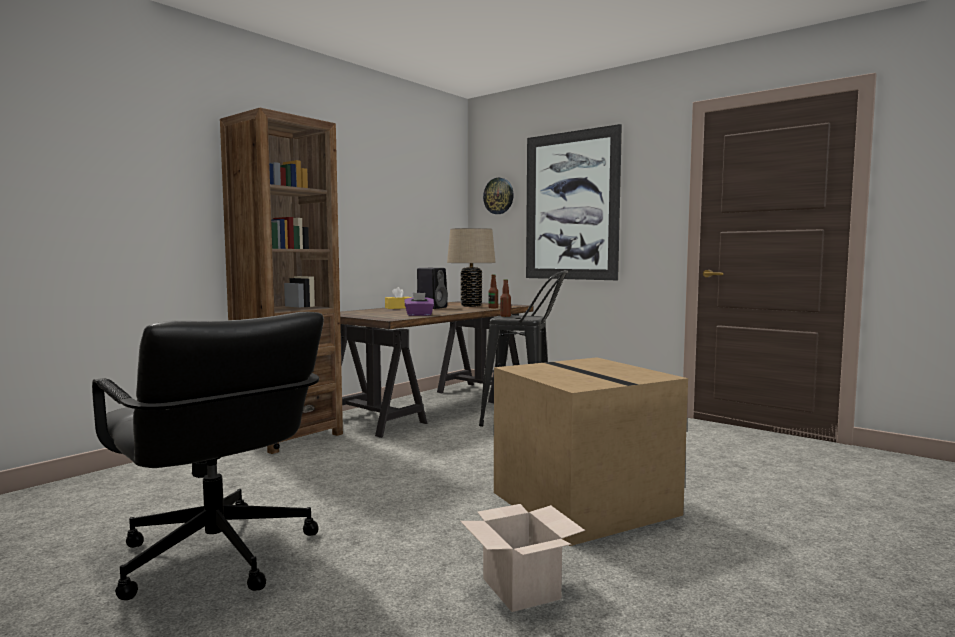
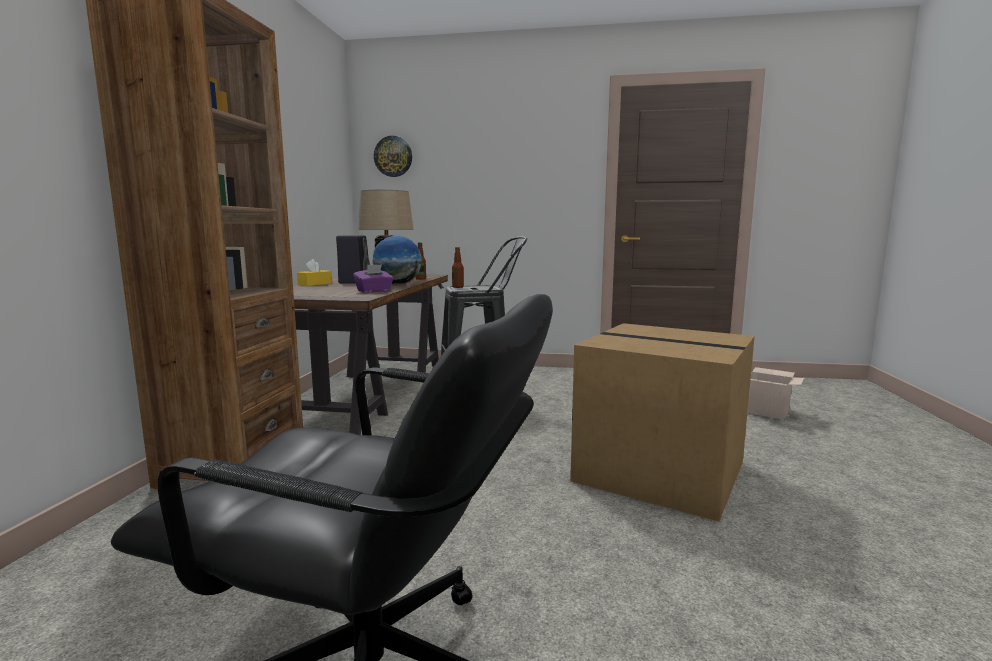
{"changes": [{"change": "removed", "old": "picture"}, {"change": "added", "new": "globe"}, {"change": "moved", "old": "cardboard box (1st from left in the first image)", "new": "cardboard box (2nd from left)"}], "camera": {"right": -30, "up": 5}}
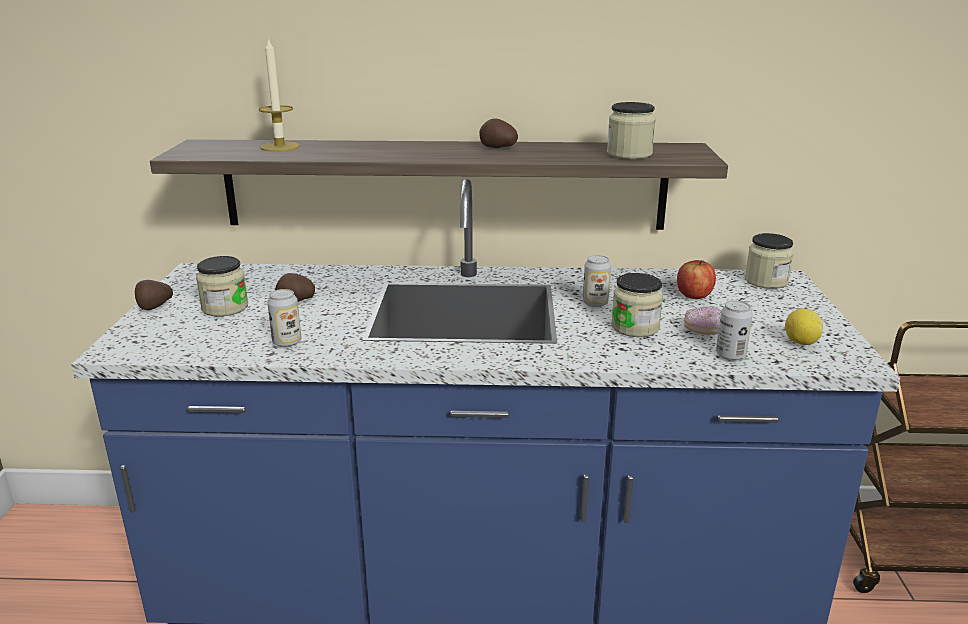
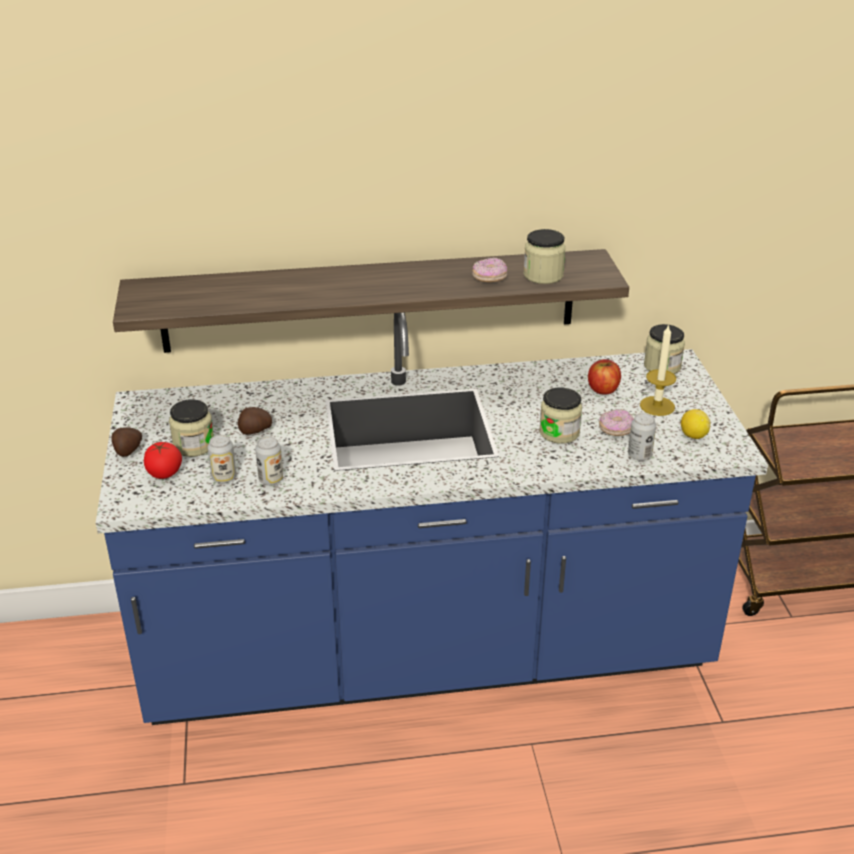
{"changes": [{"change": "removed", "old": "potato (3rd from left)"}, {"change": "added", "new": "tomato"}, {"change": "added", "new": "donut (1st from left)"}, {"change": "moved", "old": "candle"}, {"change": "moved", "old": "can (2nd from left in the first image)", "new": "can (1st from left)"}], "camera": {"right": -10, "up": 10}}
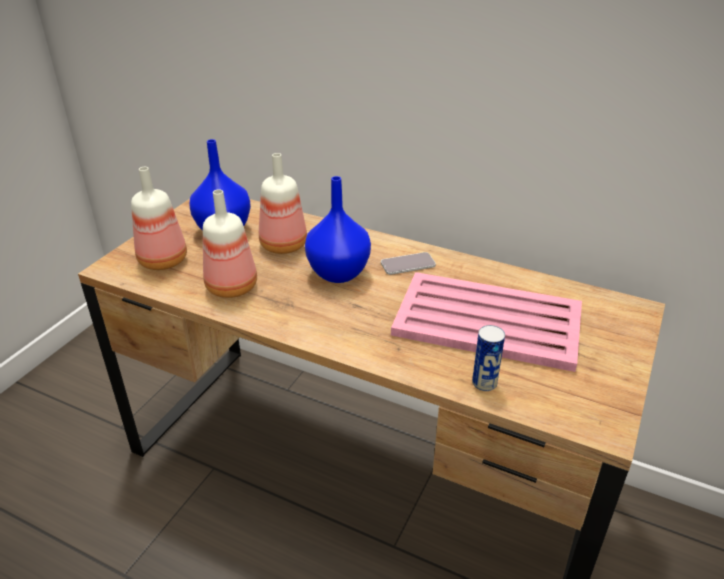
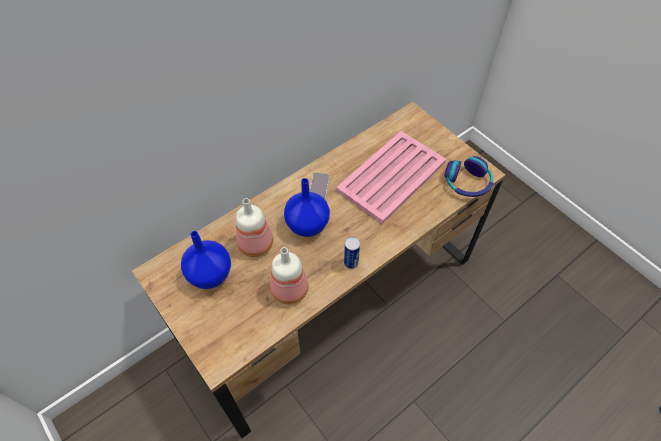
{"changes": [{"change": "removed", "old": "bottle (1st from left)"}, {"change": "added", "new": "headphones"}, {"change": "moved", "old": "can"}], "camera": {"right": -65, "up": 20}}
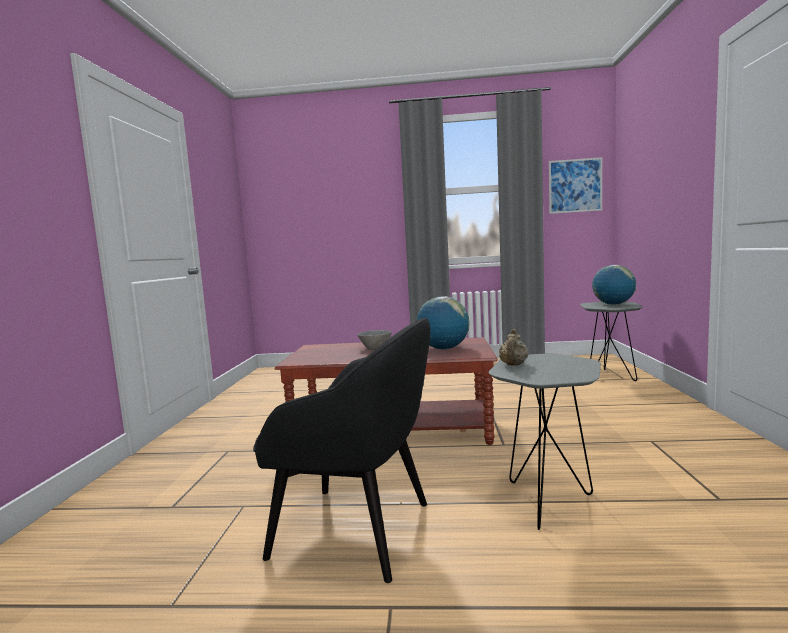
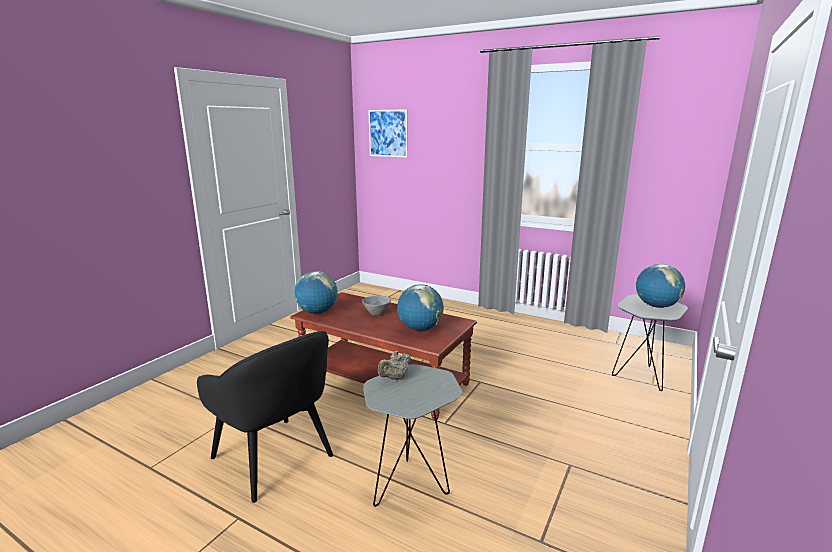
{"changes": [{"change": "added", "new": "globe (1st from left)"}, {"change": "moved", "old": "picture"}], "camera": {"right": 25, "up": 10}}
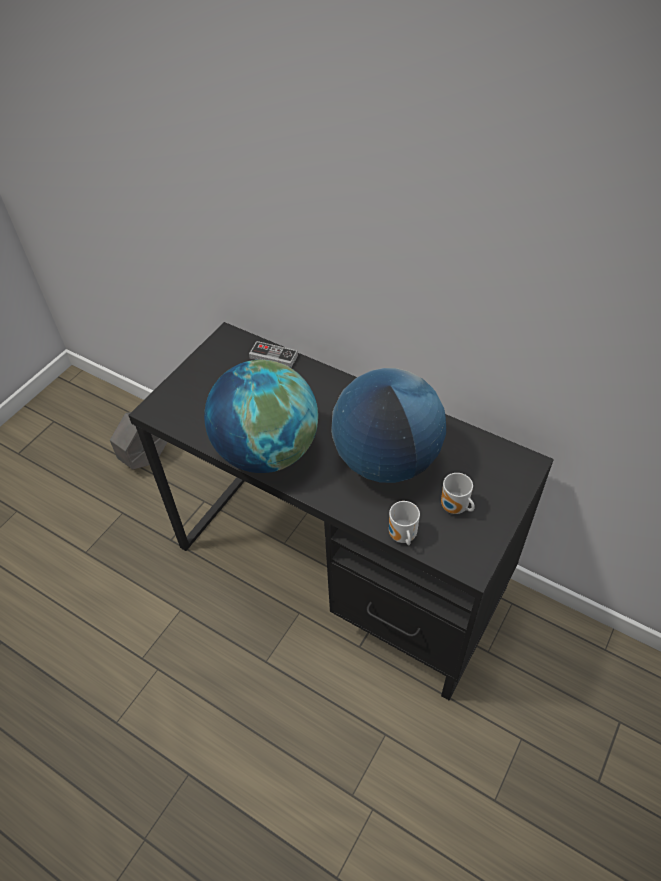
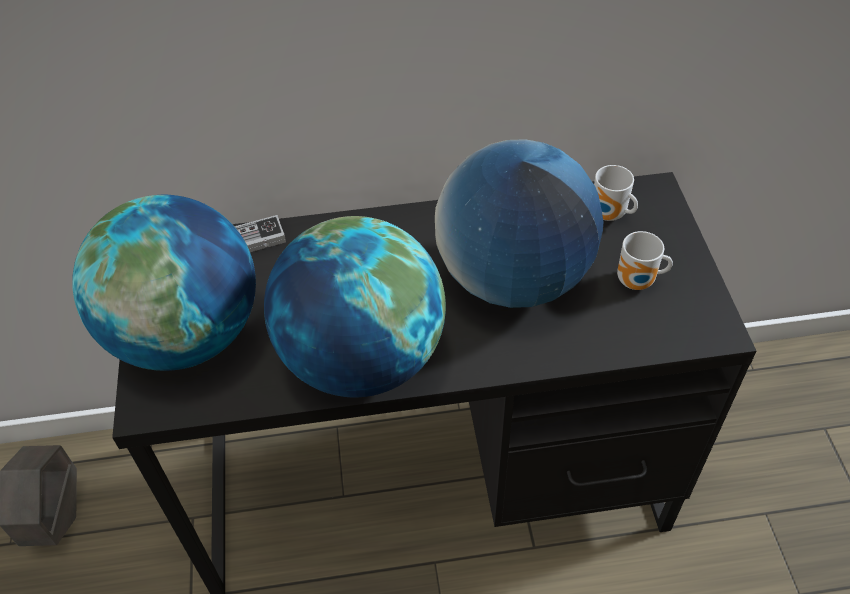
{"changes": [{"change": "added", "new": "globe (1st from left)"}, {"change": "moved", "old": "mug (1st from left)"}], "camera": {"right": -40, "up": 0}}
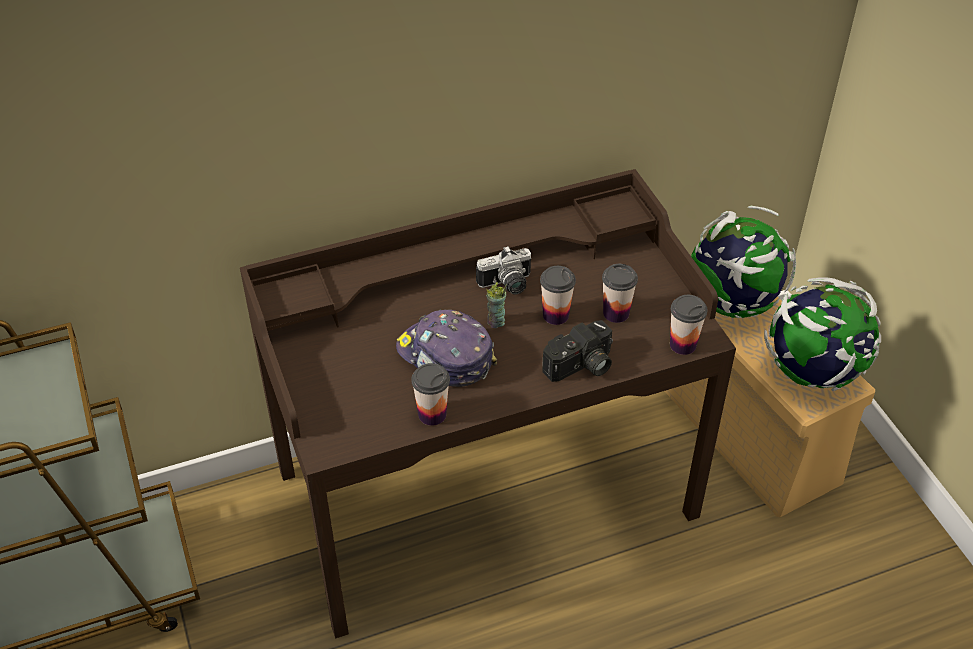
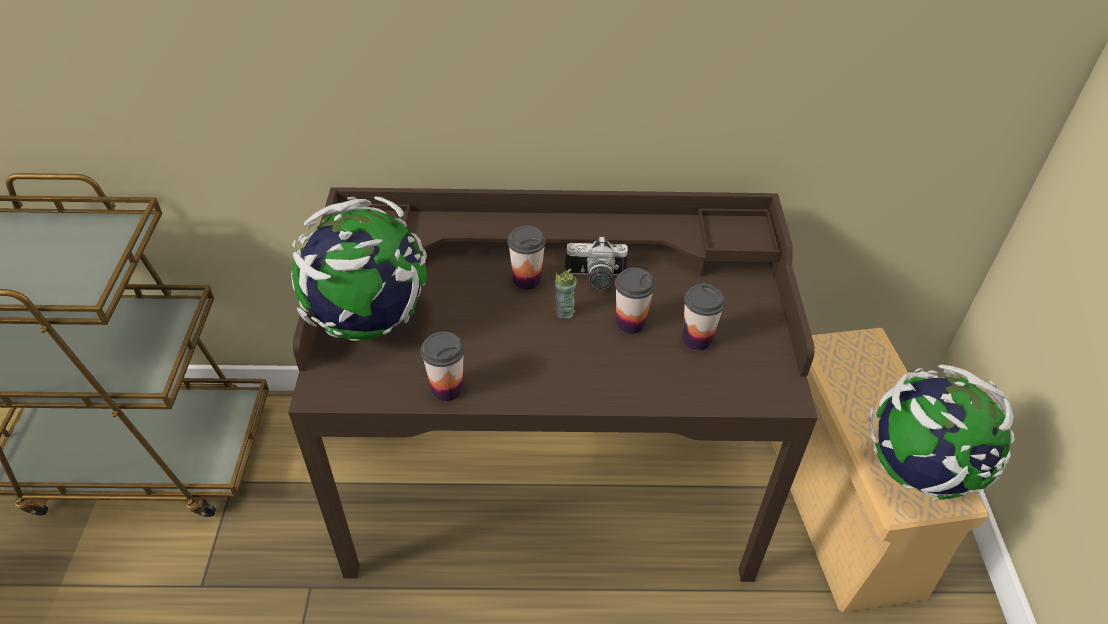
{"changes": [{"change": "removed", "old": "cap"}, {"change": "removed", "old": "photo camera (2nd from left)"}, {"change": "moved", "old": "cup (5th from left in the first image)", "new": "cup (2nd from left)"}, {"change": "moved", "old": "globe (1st from left)"}], "camera": {"right": 20, "up": 0}}
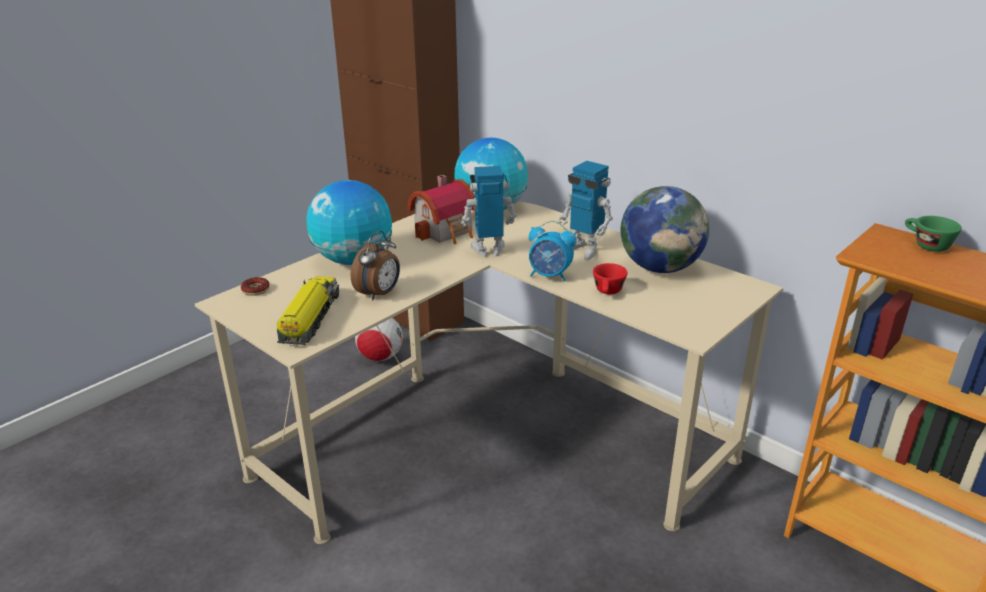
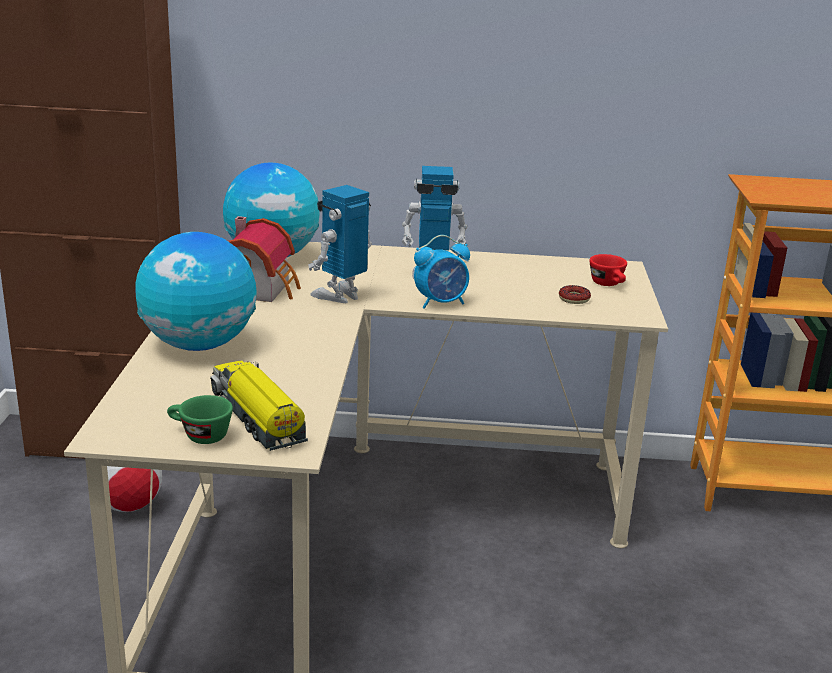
{"changes": [{"change": "removed", "old": "alarm clock (1st from left)"}, {"change": "removed", "old": "globe (3rd from left)"}, {"change": "moved", "old": "donut"}, {"change": "moved", "old": "cup/red"}, {"change": "moved", "old": "cup/green"}], "camera": {"right": -40, "up": -5}}
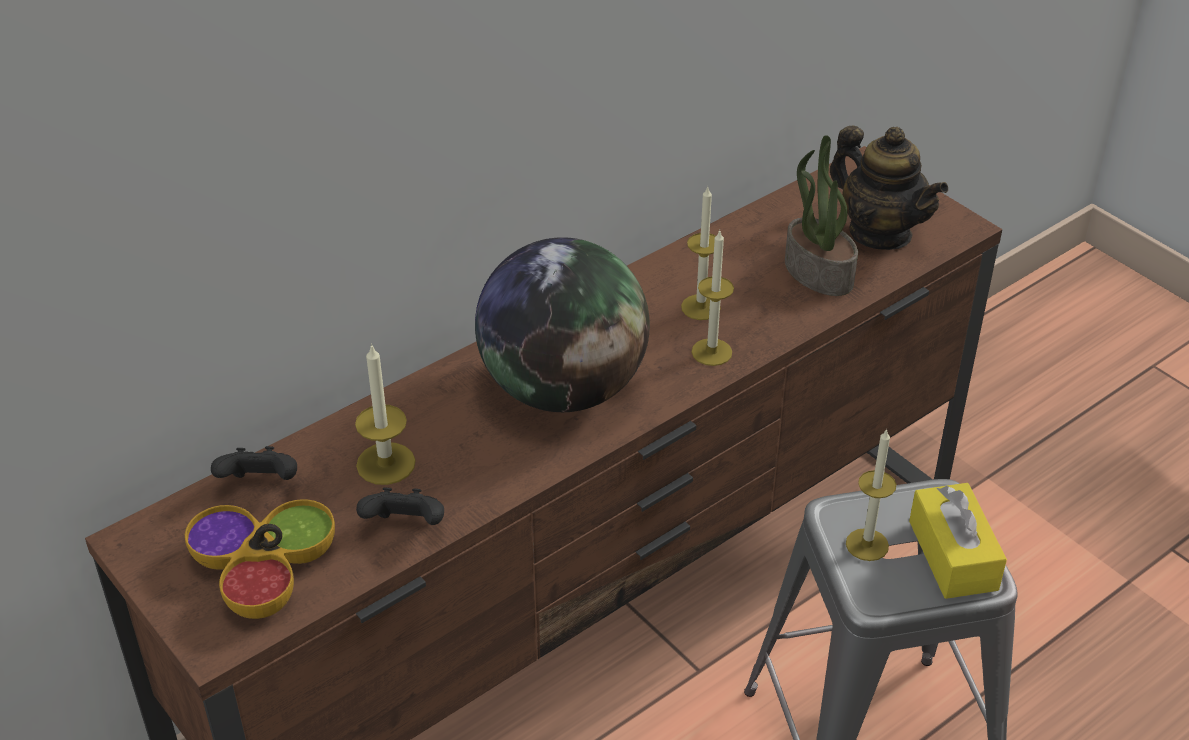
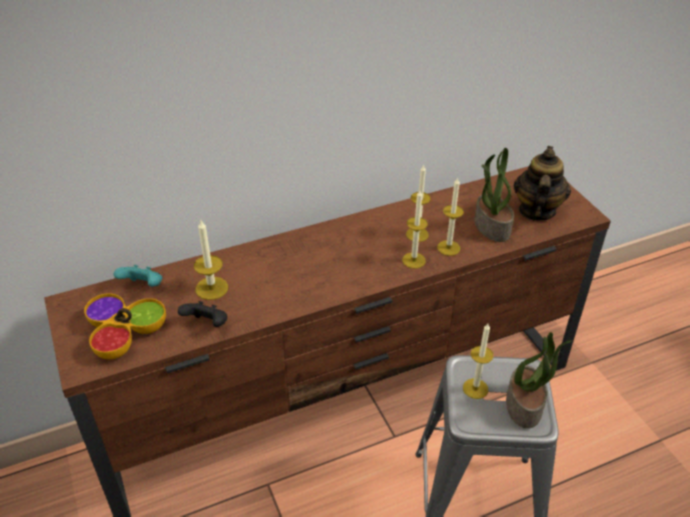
{"changes": [{"change": "removed", "old": "globe"}, {"change": "added", "new": "candle (4th from left)"}, {"change": "replaced", "old": "tissue box/yellow", "new": "potted plant (2nd from left)"}, {"change": "recoloured", "old": "game controller/black (1st from left)", "new": "game controller/turquoise"}, {"change": "turned", "old": "teapot", "degrees": -135}], "camera": {"right": 15, "up": 0}}
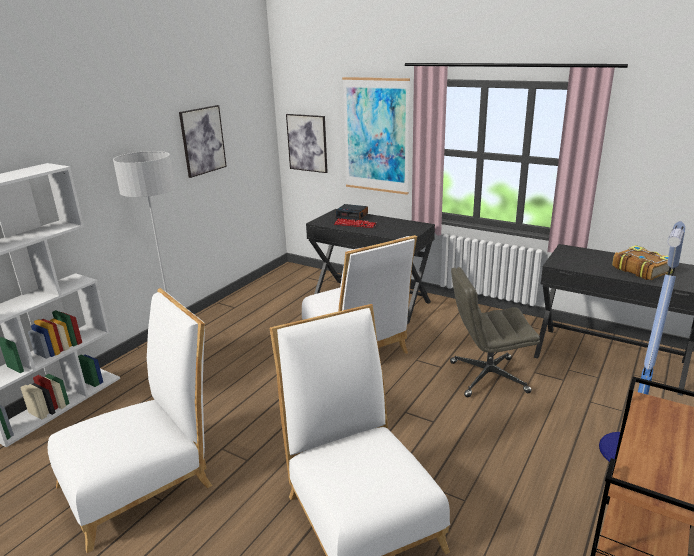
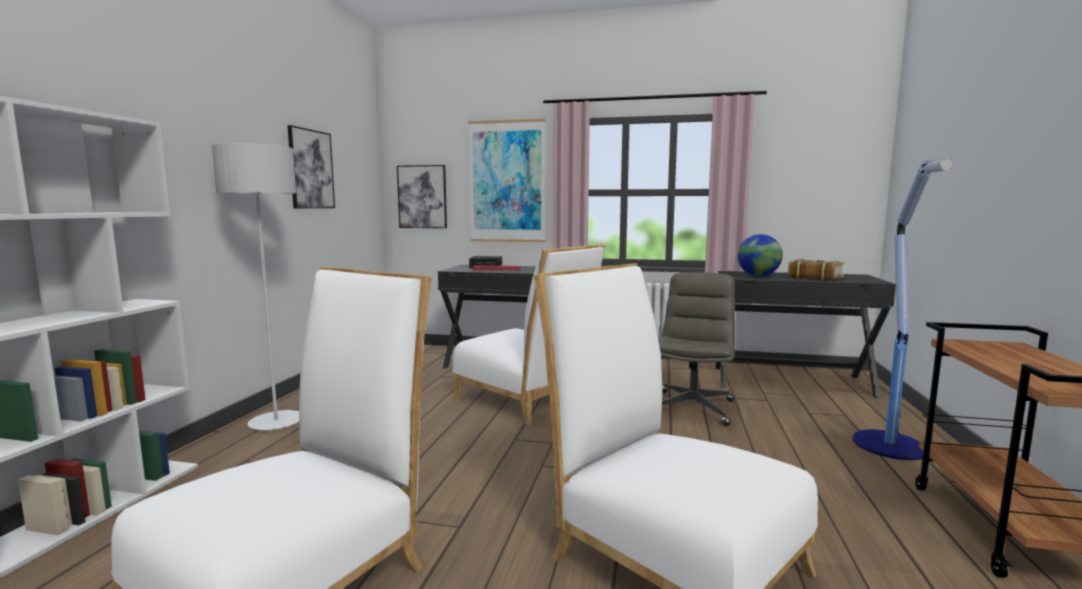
{"changes": [{"change": "added", "new": "globe"}, {"change": "turned", "old": "office chair/grey", "degrees": 135}], "camera": {"right": -20, "up": -15}}
